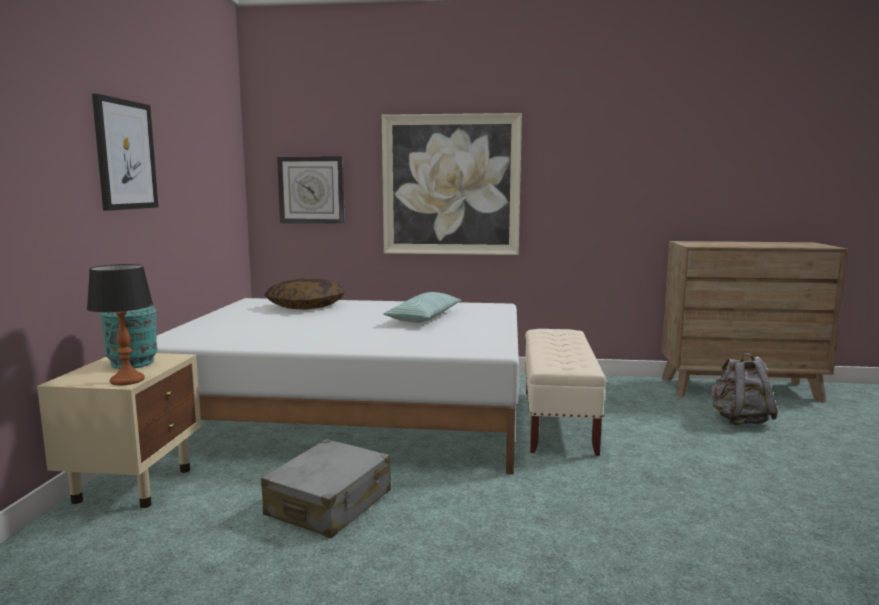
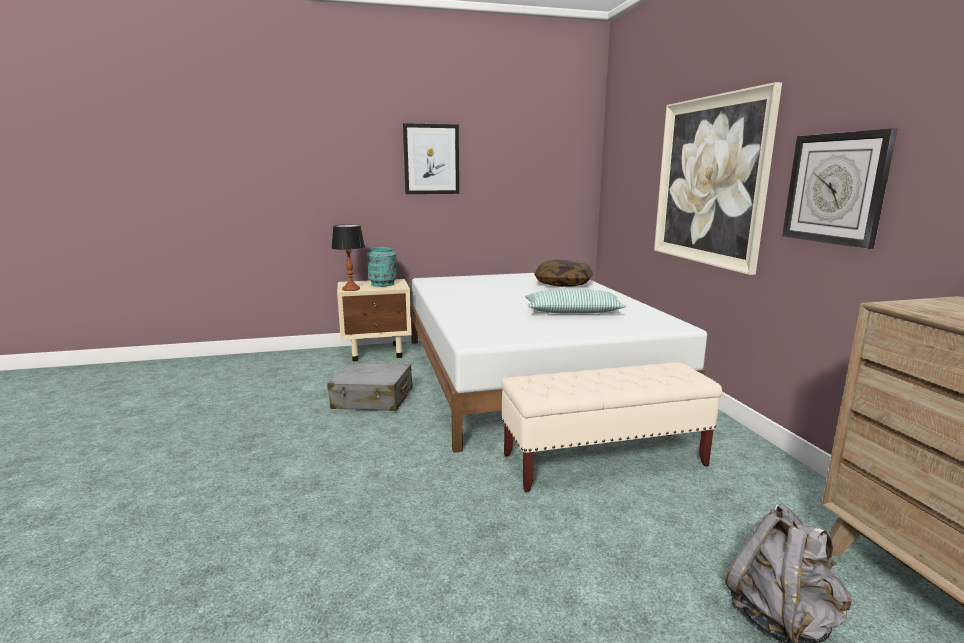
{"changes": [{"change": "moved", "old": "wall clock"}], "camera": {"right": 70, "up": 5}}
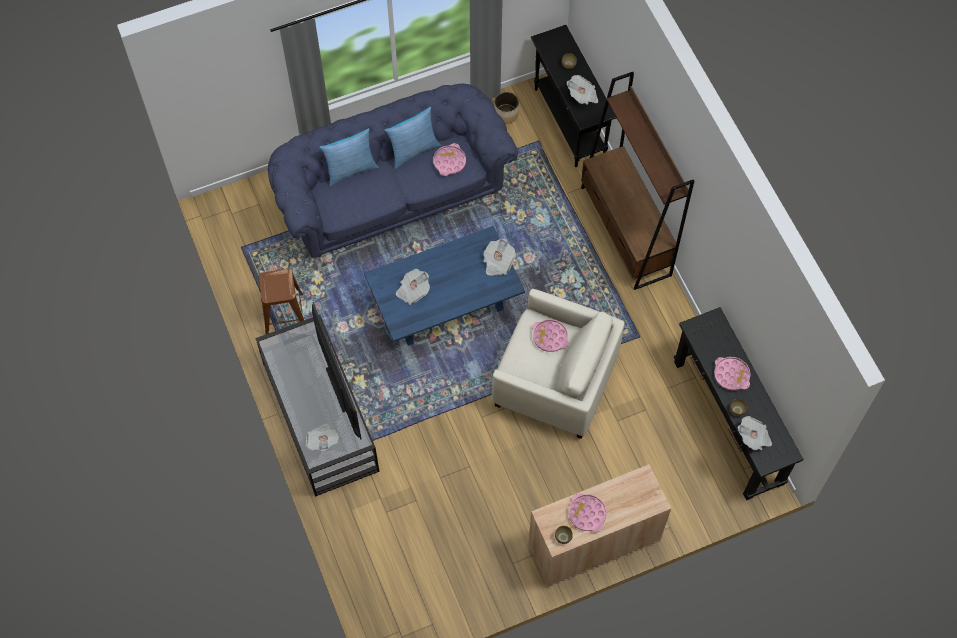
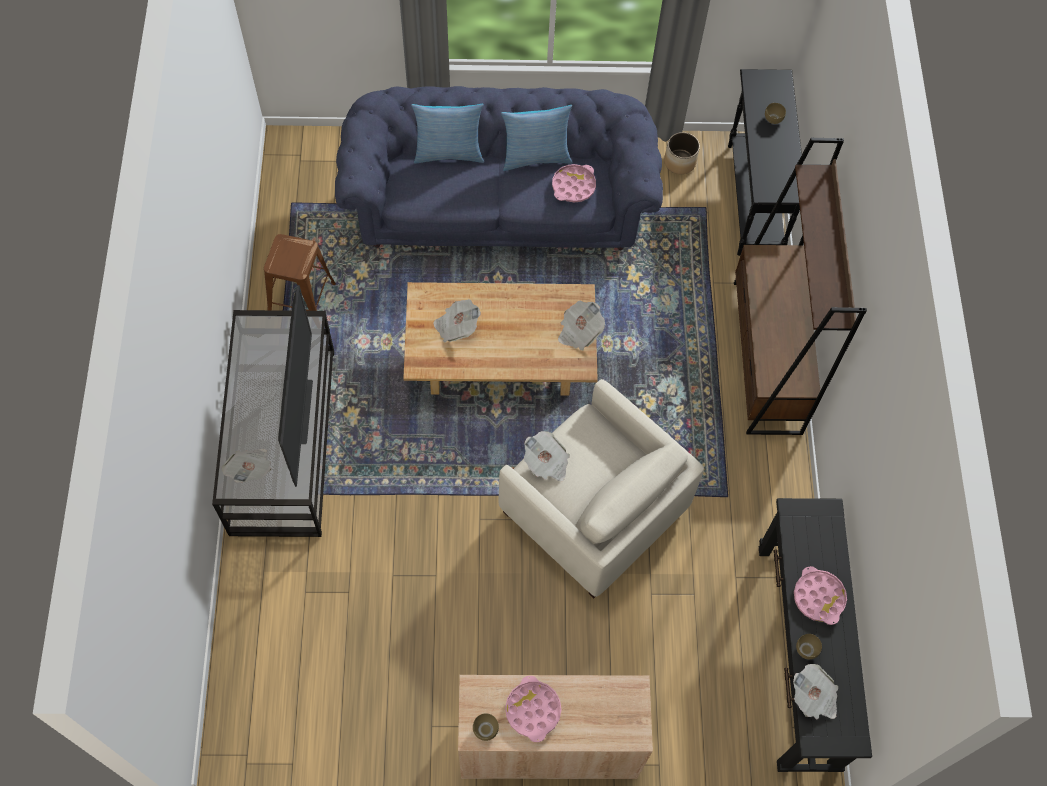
{"changes": [{"change": "removed", "old": "tray/pink (2nd from left)"}, {"change": "moved", "old": "newspaper (4th from left in the first image)", "new": "newspaper (3rd from left)"}, {"change": "recoloured", "old": "coffee table/blue", "new": "coffee table/beige"}], "camera": {"right": 20, "up": 0}}
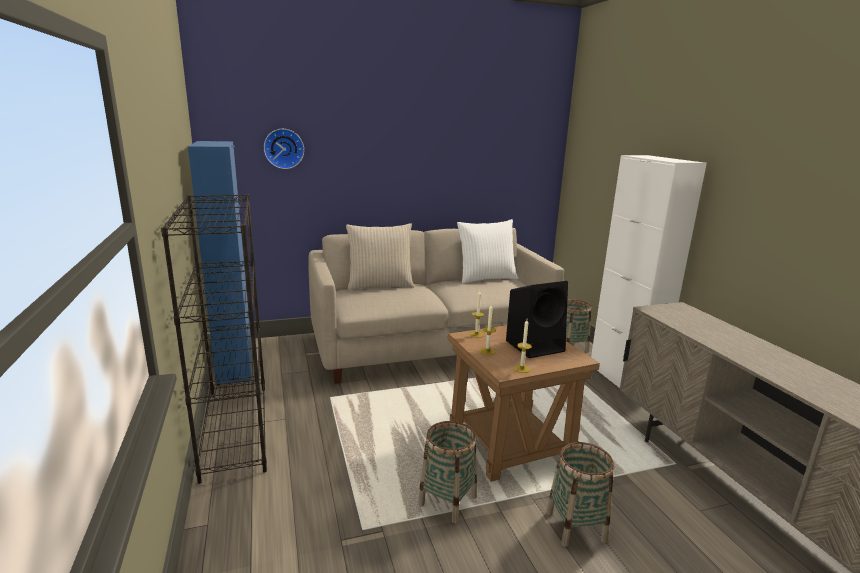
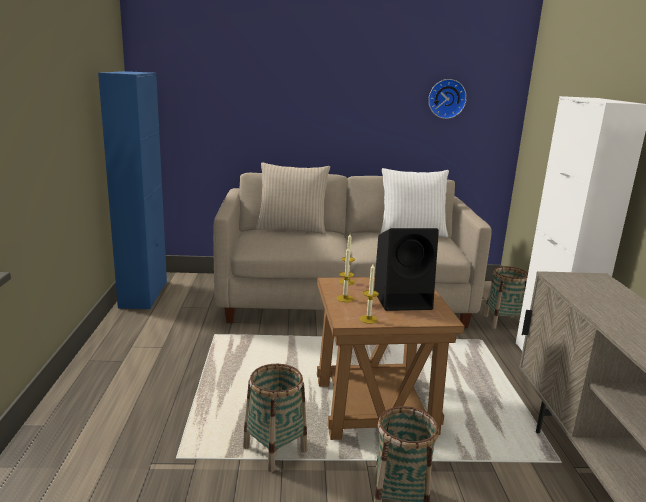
{"changes": [{"change": "removed", "old": "bookcase/black"}, {"change": "moved", "old": "wall clock"}], "camera": {"right": 15, "up": 0}}
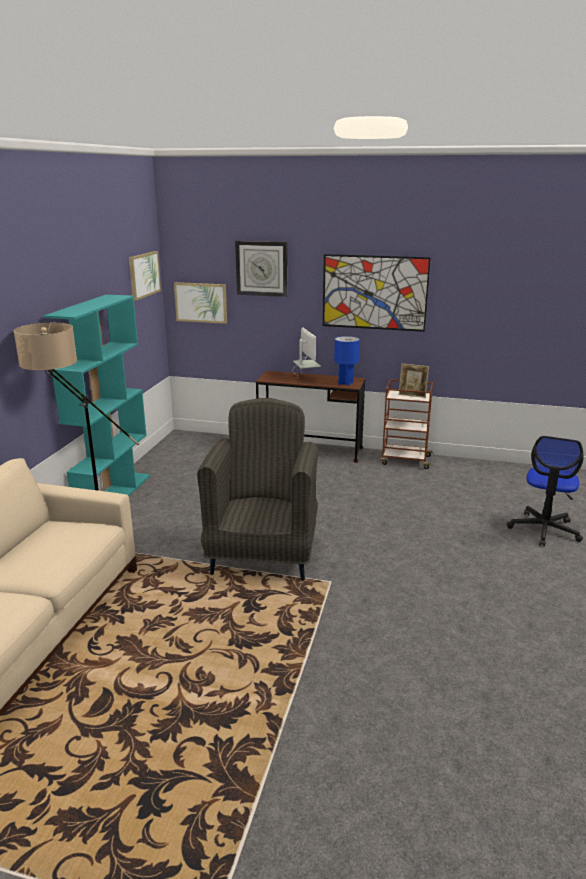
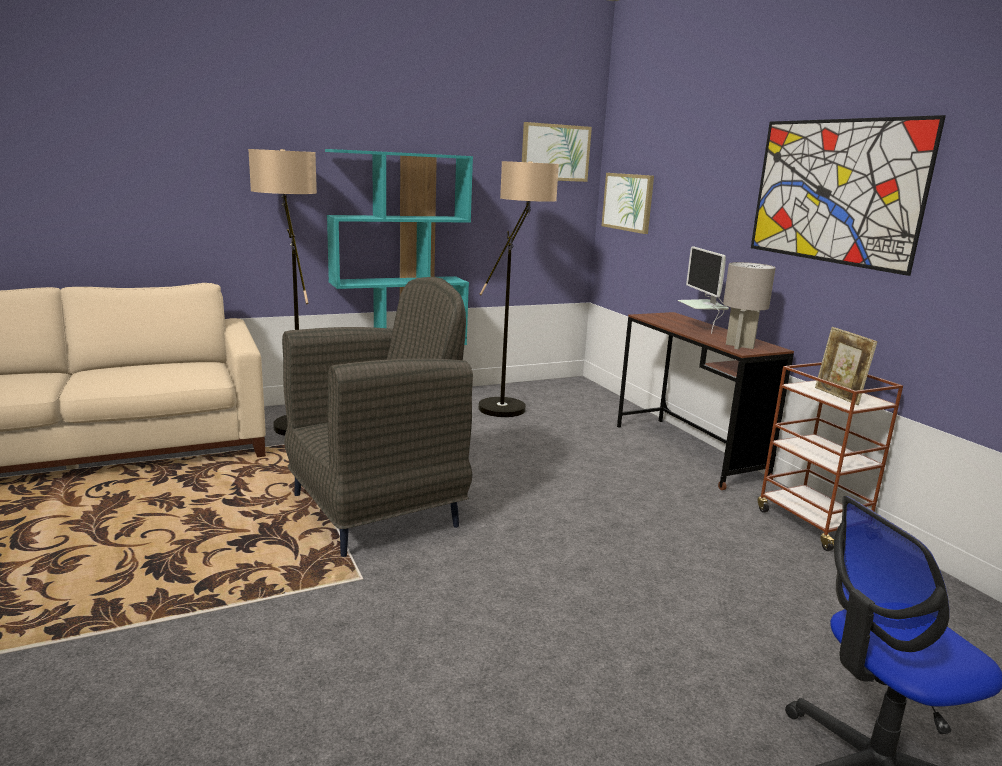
{"changes": [{"change": "removed", "old": "wall clock"}, {"change": "added", "new": "floor lamp (2nd from left)"}, {"change": "recoloured", "old": "table lamp/blue", "new": "table lamp/grey"}, {"change": "turned", "old": "monitor", "degrees": 135}], "camera": {"right": 50, "up": -5}}
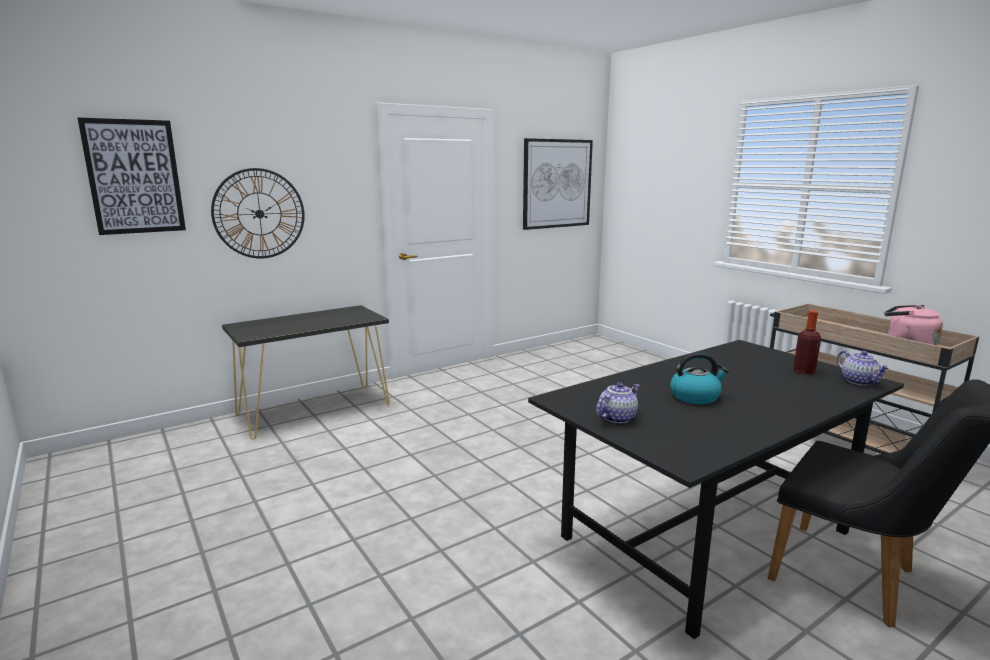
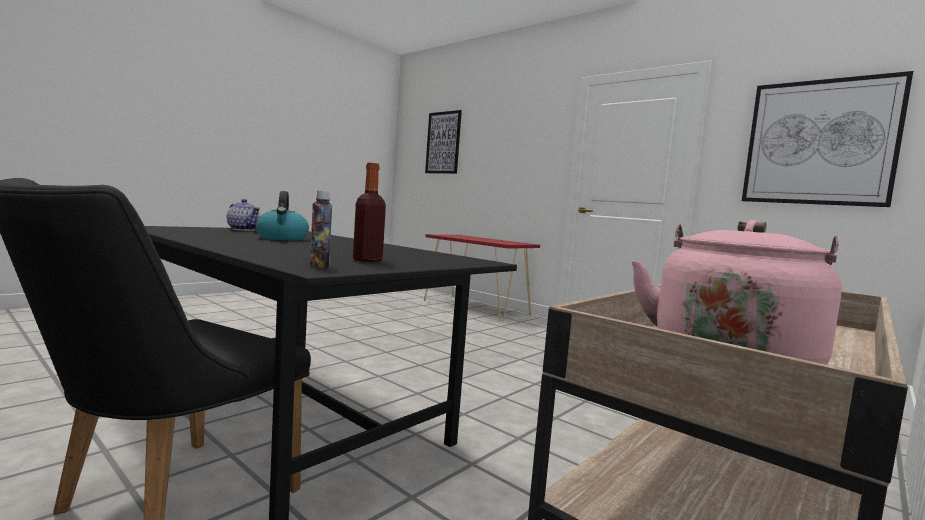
{"changes": [{"change": "removed", "old": "wall clock"}, {"change": "replaced", "old": "teapot (2nd from left)", "new": "bottle (1st from left)"}, {"change": "recoloured", "old": "console table/black", "new": "console table/red"}], "camera": {"right": 75, "up": -10}}
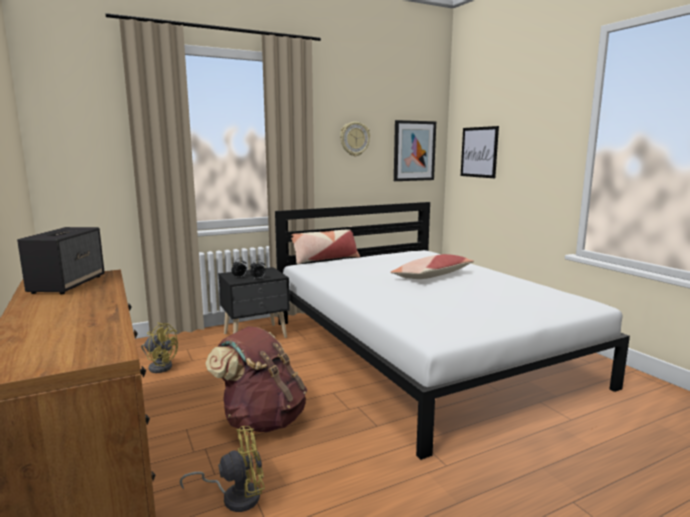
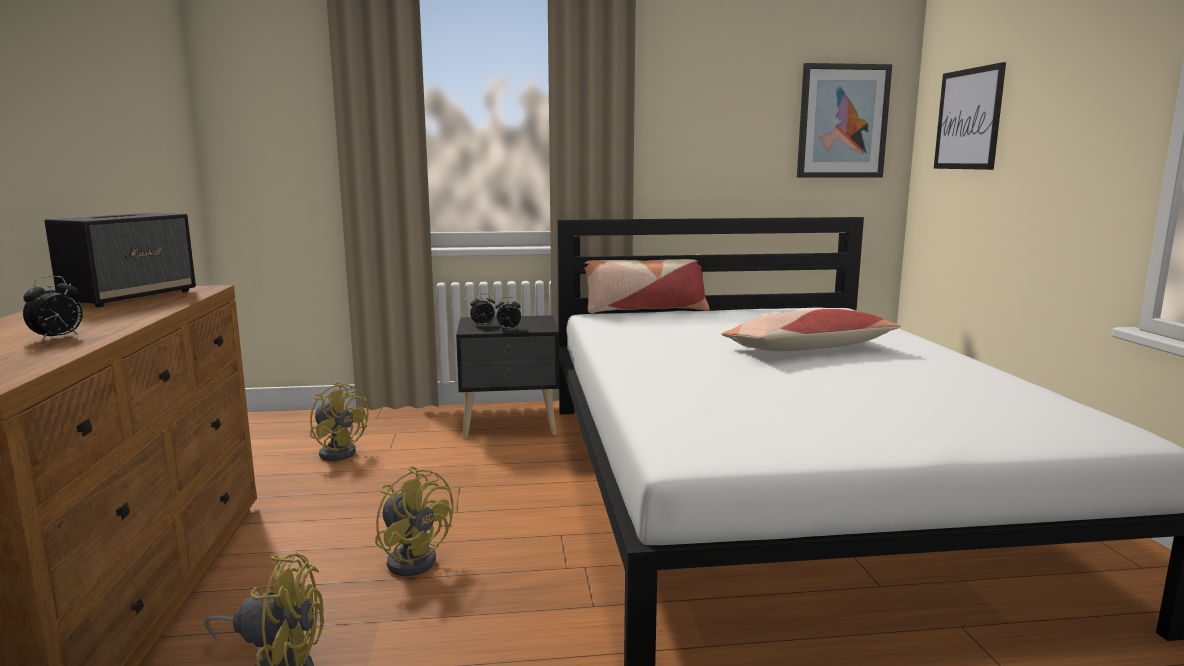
{"changes": [{"change": "removed", "old": "wall clock"}, {"change": "added", "new": "alarm clock (1st from left)"}, {"change": "replaced", "old": "backpack/brown", "new": "fan/yellow (3rd from left)"}], "camera": {"right": 20, "up": 0}}
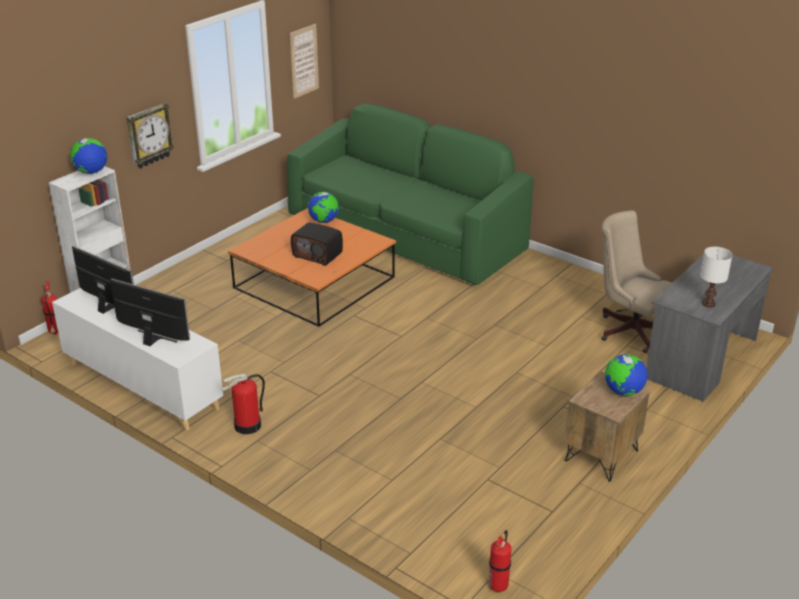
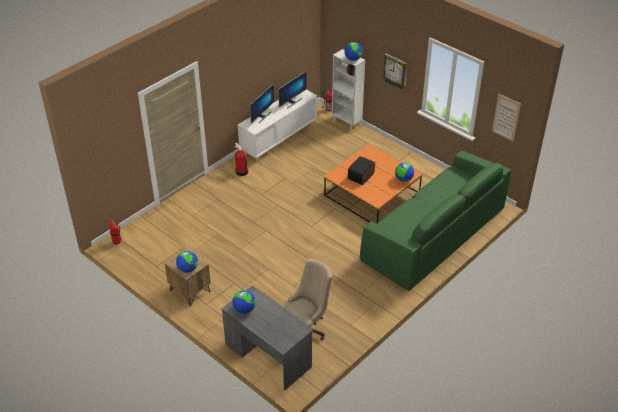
{"changes": [{"change": "replaced", "old": "table lamp/white", "new": "globe (2nd from left)"}], "camera": {"right": 95, "up": 10}}
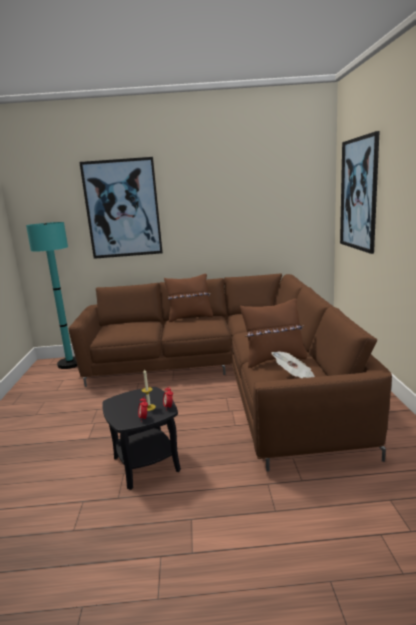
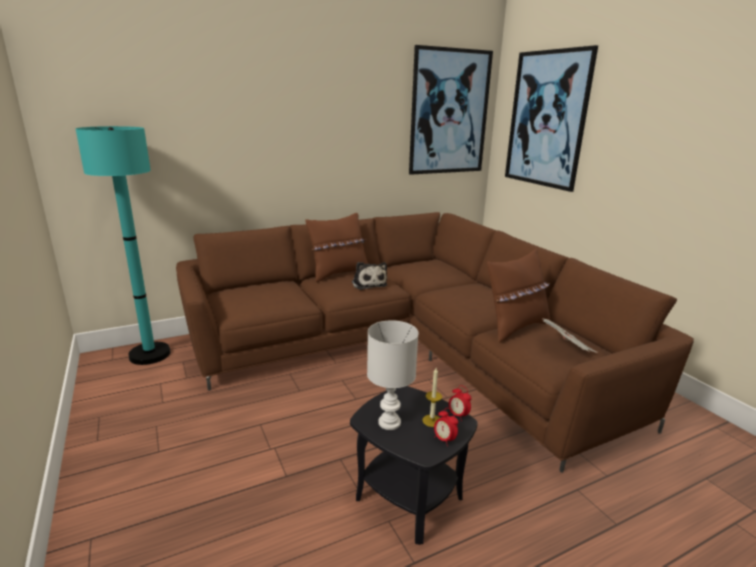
{"changes": [{"change": "added", "new": "plush toy"}, {"change": "added", "new": "table lamp/white"}, {"change": "moved", "old": "picture (1st from left)"}], "camera": {"right": -25, "up": 5}}
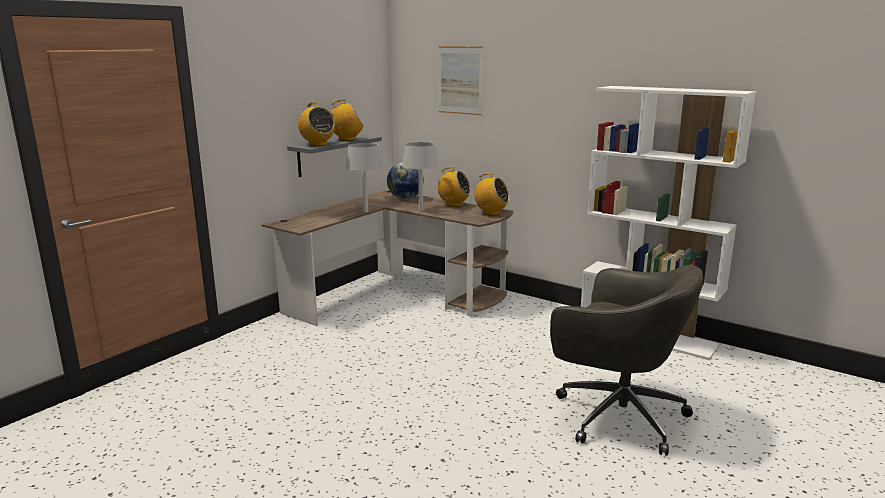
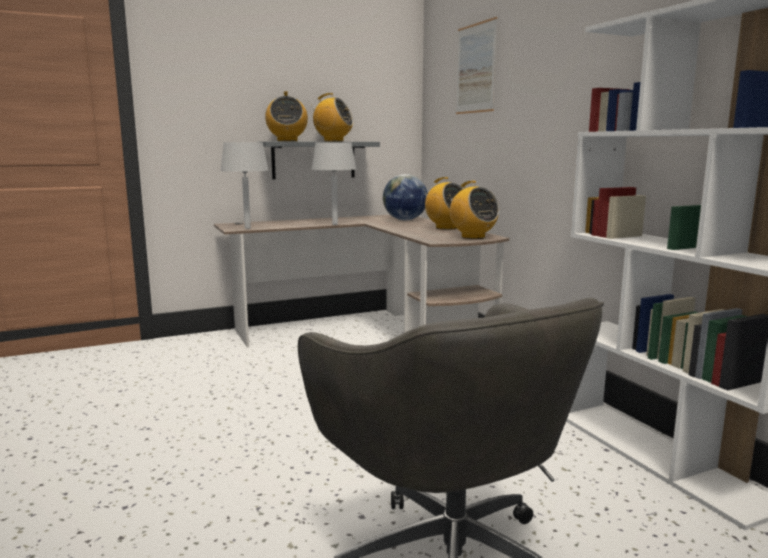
{"changes": [{"change": "moved", "old": "table lamp/grey (2nd from left in the first image)", "new": "table lamp/grey (1st from left)"}], "camera": {"right": 30, "up": -5}}
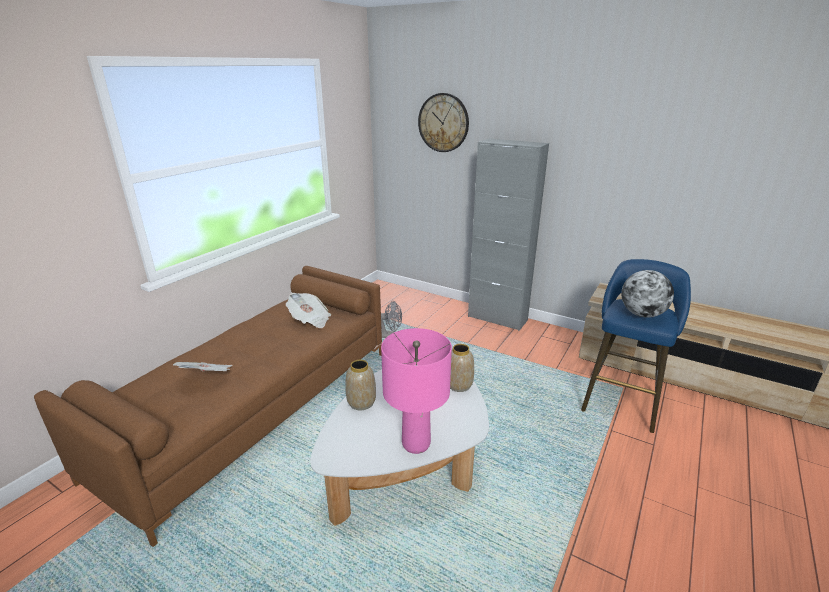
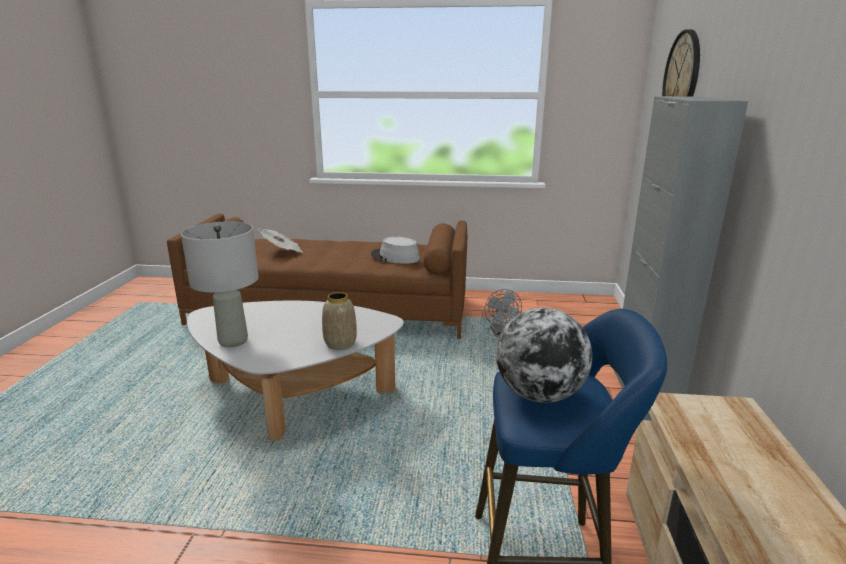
{"changes": [{"change": "removed", "old": "vase (1st from left)"}, {"change": "replaced", "old": "newspaper (2nd from left)", "new": "hat/grey"}, {"change": "recoloured", "old": "table lamp/pink", "new": "table lamp/grey"}], "camera": {"right": 65, "up": -5}}
